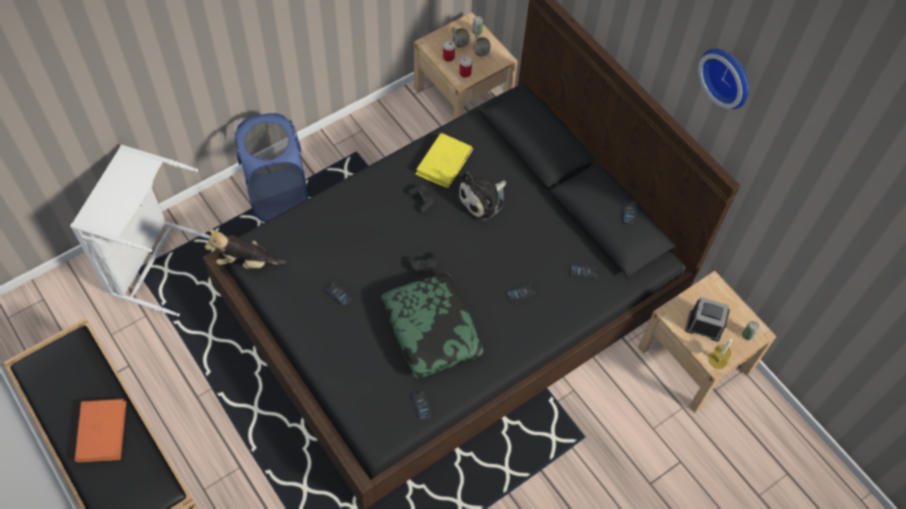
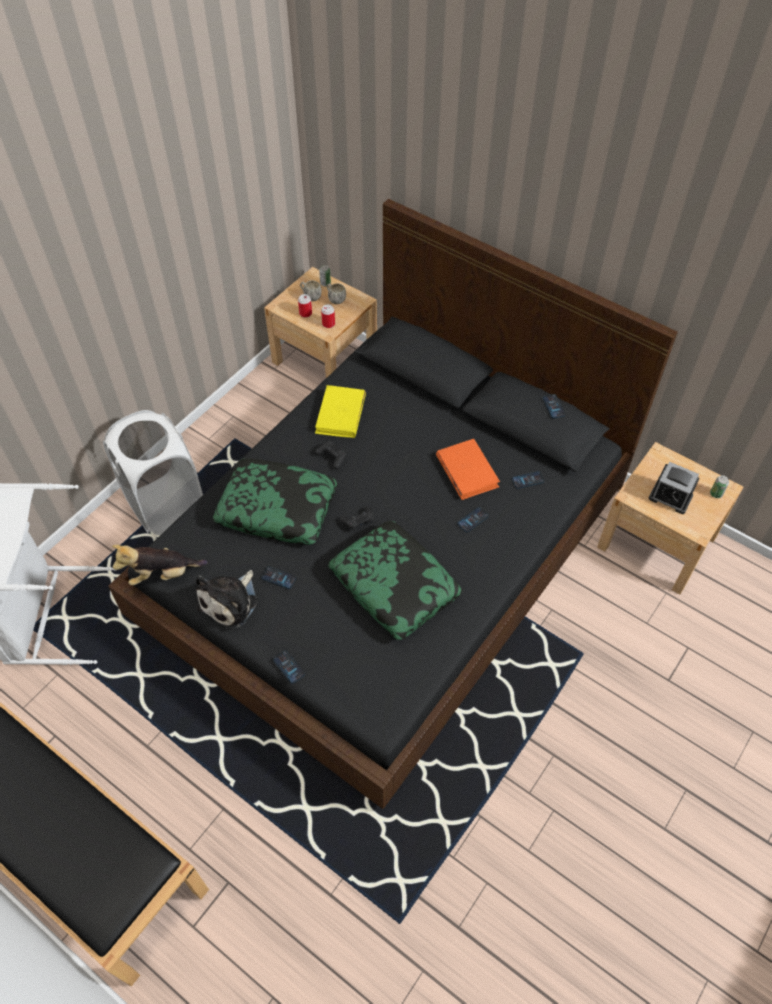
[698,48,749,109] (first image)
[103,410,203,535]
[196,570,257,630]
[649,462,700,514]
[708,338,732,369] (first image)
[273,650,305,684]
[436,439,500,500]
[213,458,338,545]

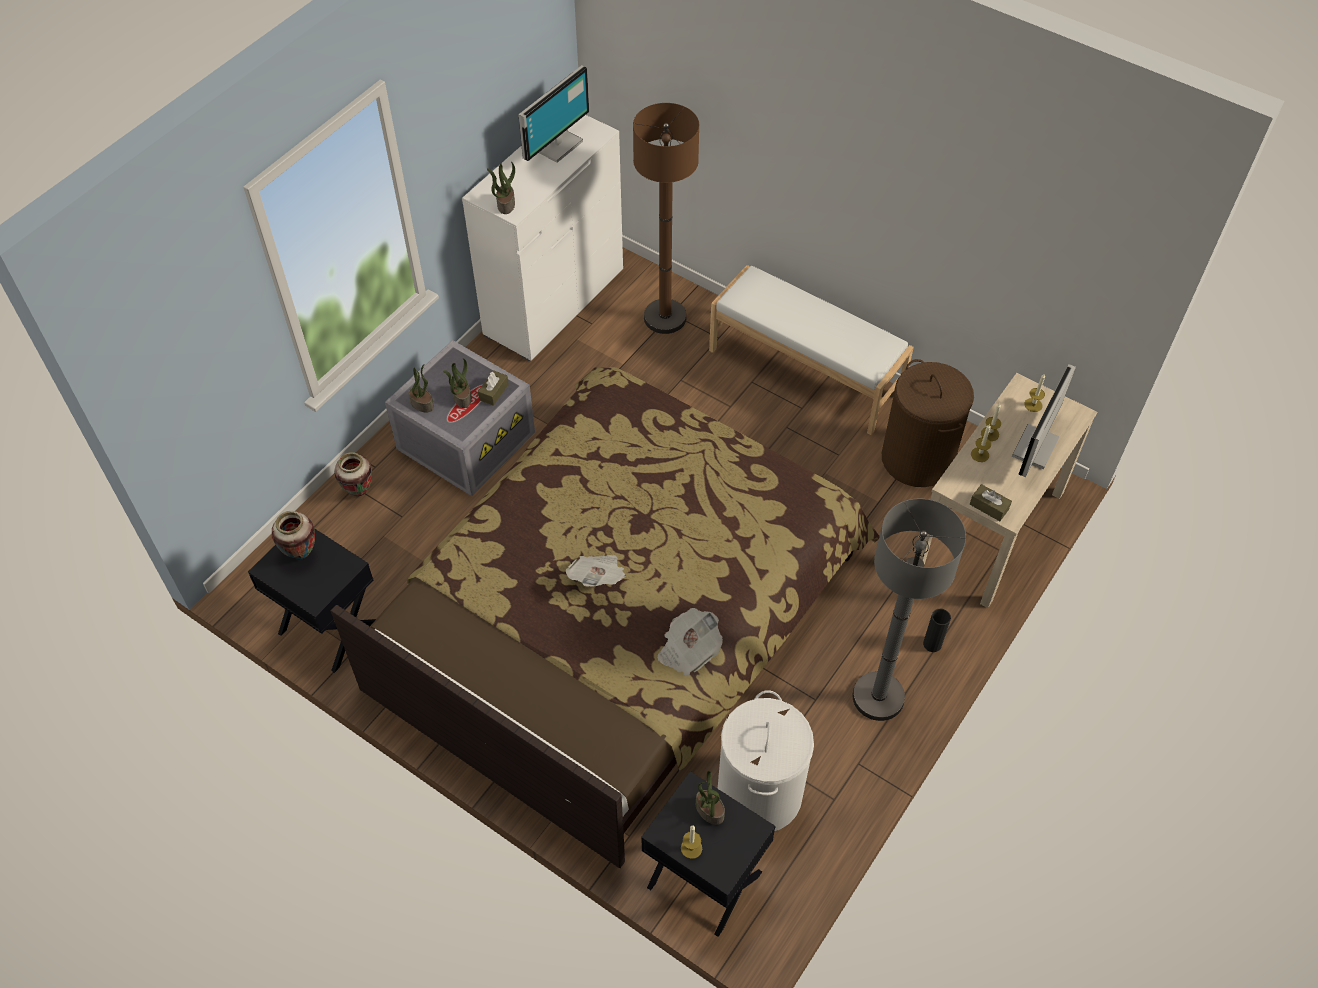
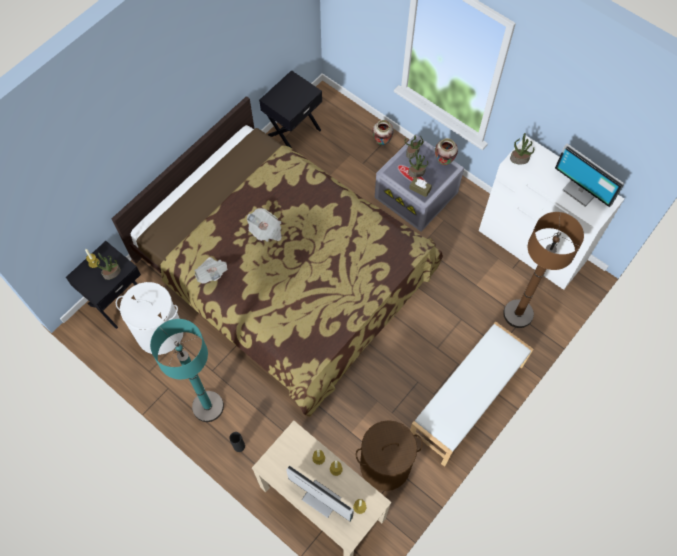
[970,484,1012,521] (first image)
[150,319,224,422]
[435,138,458,165]

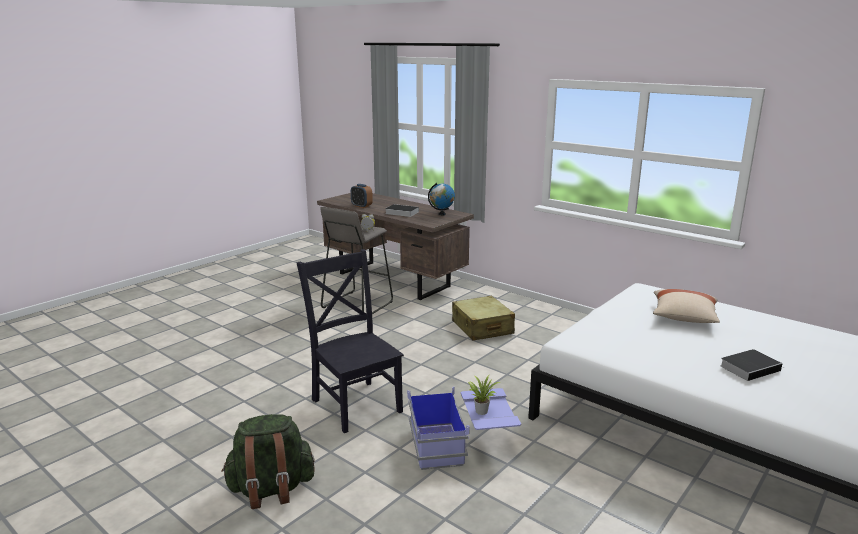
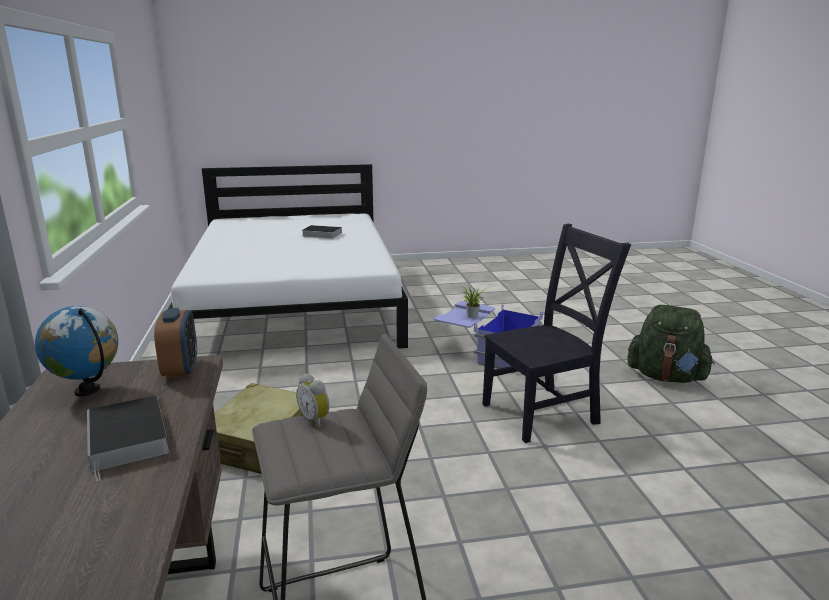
[154,308,197,378]
[482,224,631,443]
[653,289,720,323] (first image)

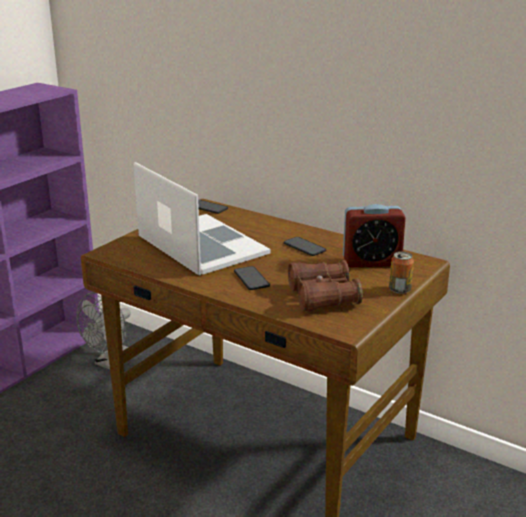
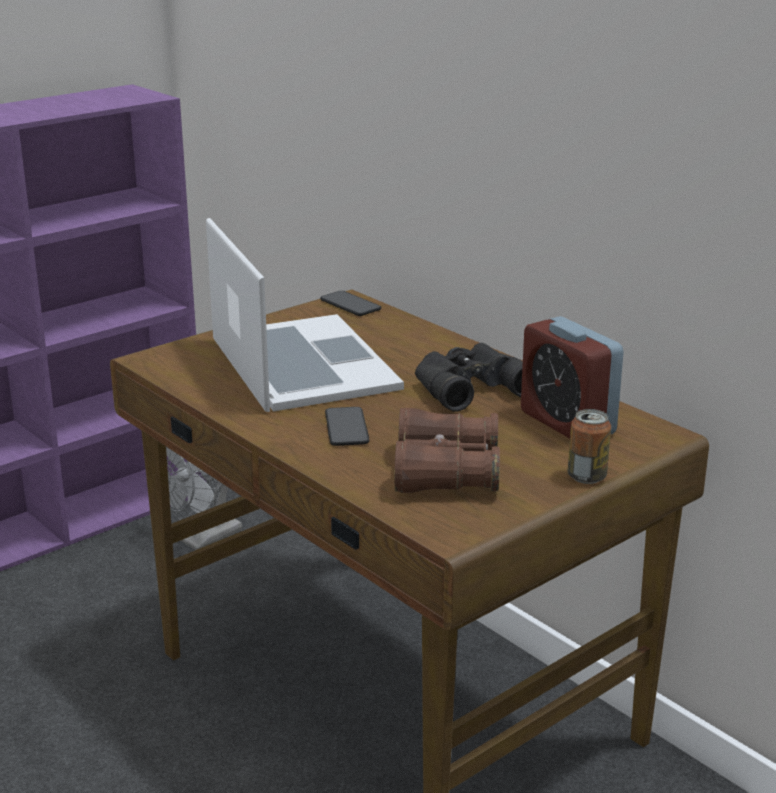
[521,316,624,438]
[415,342,523,412]

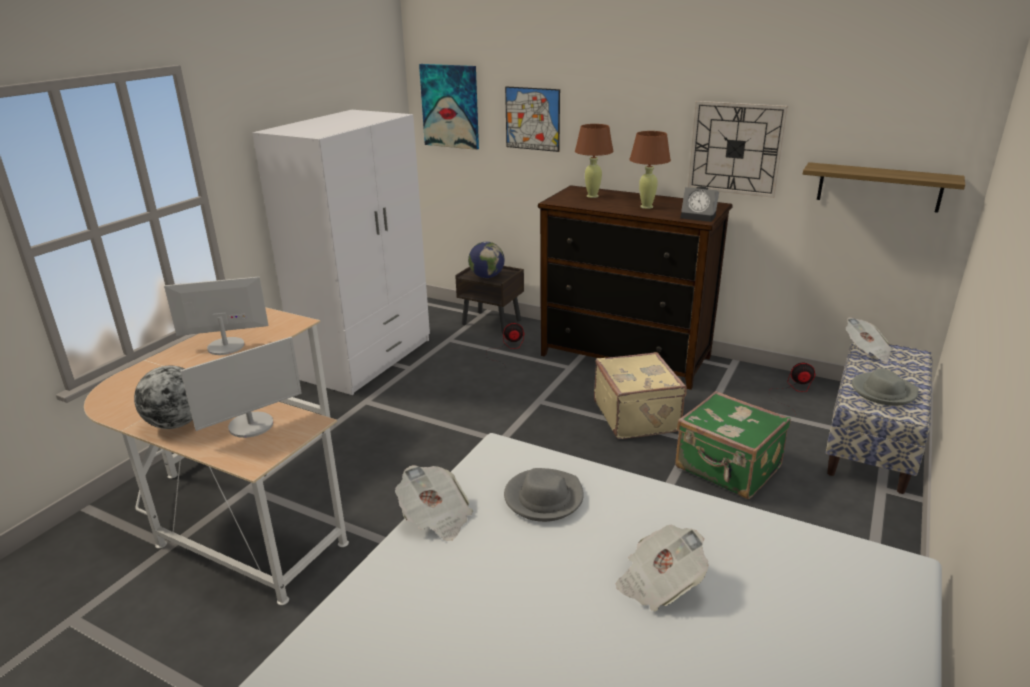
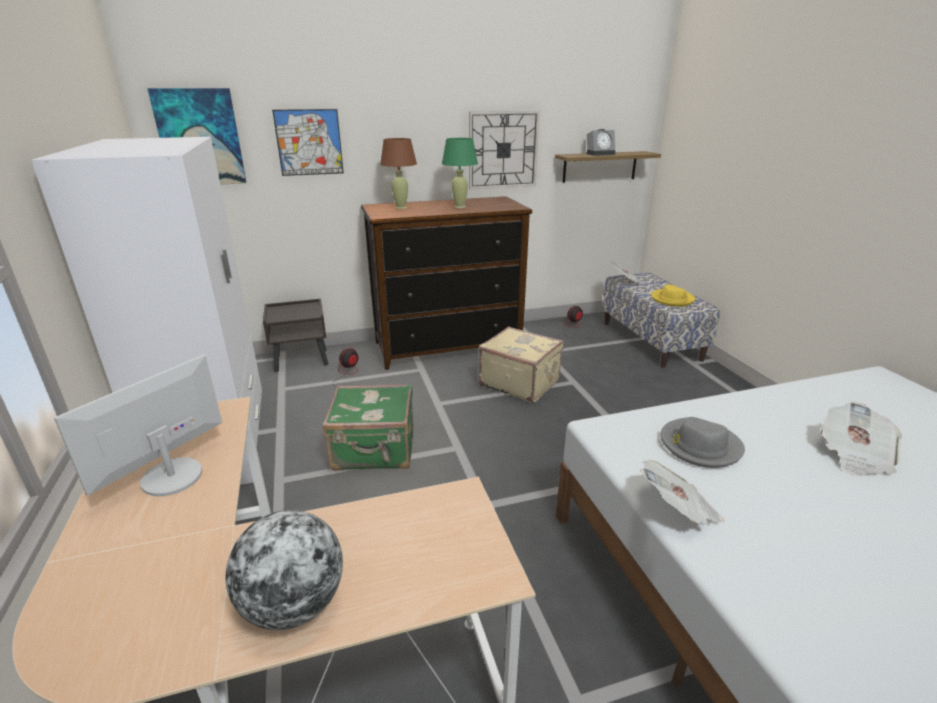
[442,138,478,208]
[586,129,615,156]
[468,242,505,278] (first image)
[180,337,302,438] (first image)
[651,284,695,307]
[323,384,414,470]

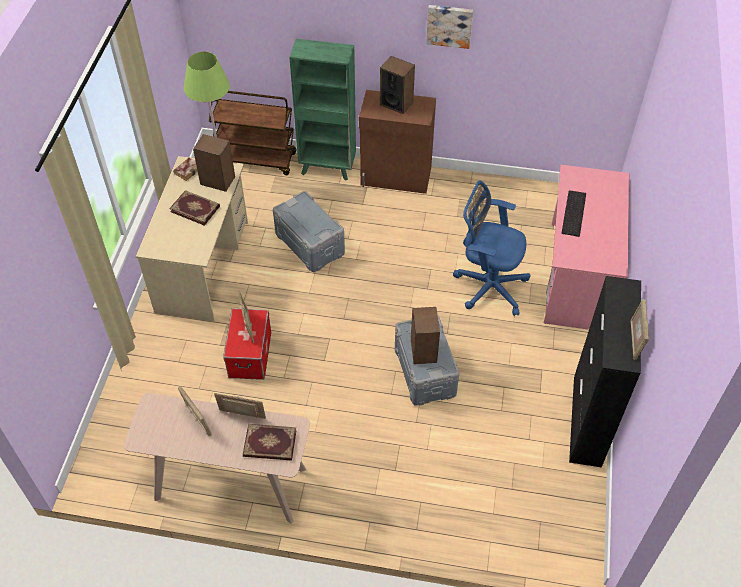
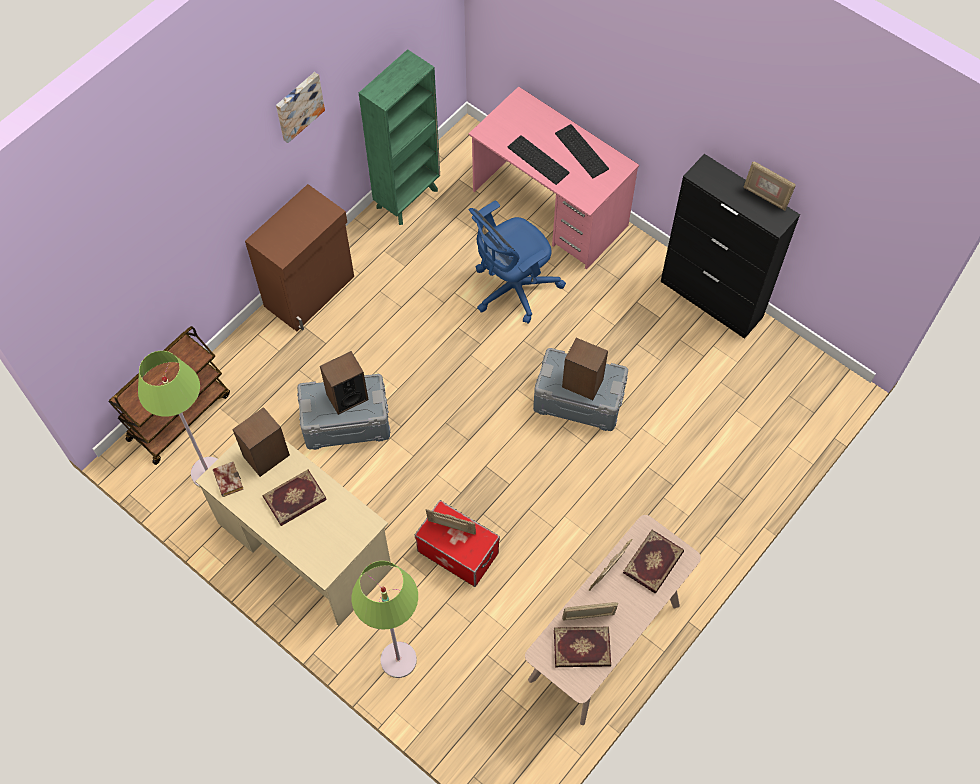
[359,49,440,225]
[320,351,369,415]
[555,124,609,178]
[352,561,418,678]
[554,627,611,667]

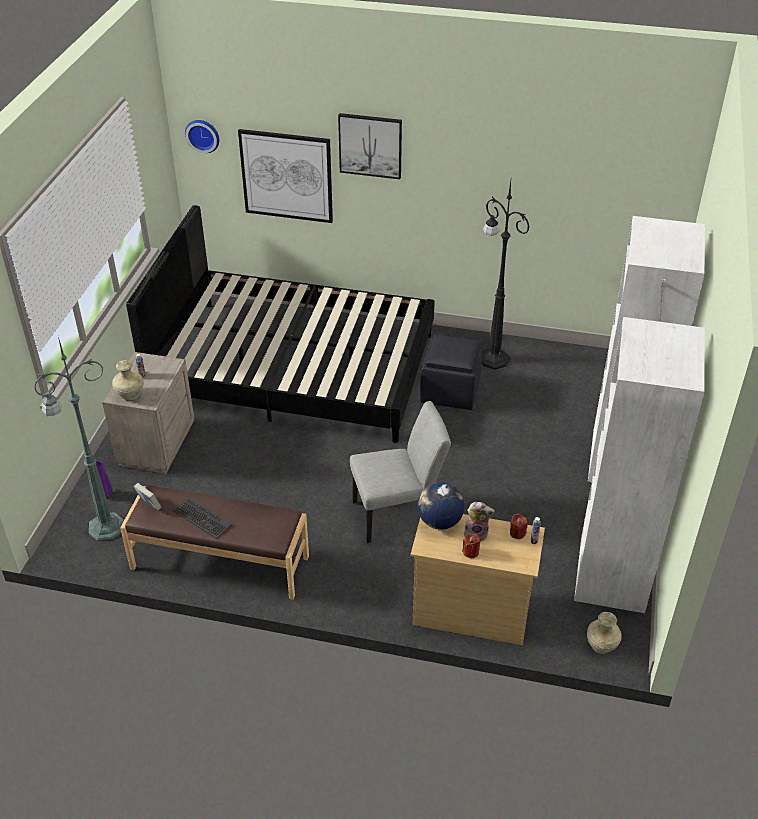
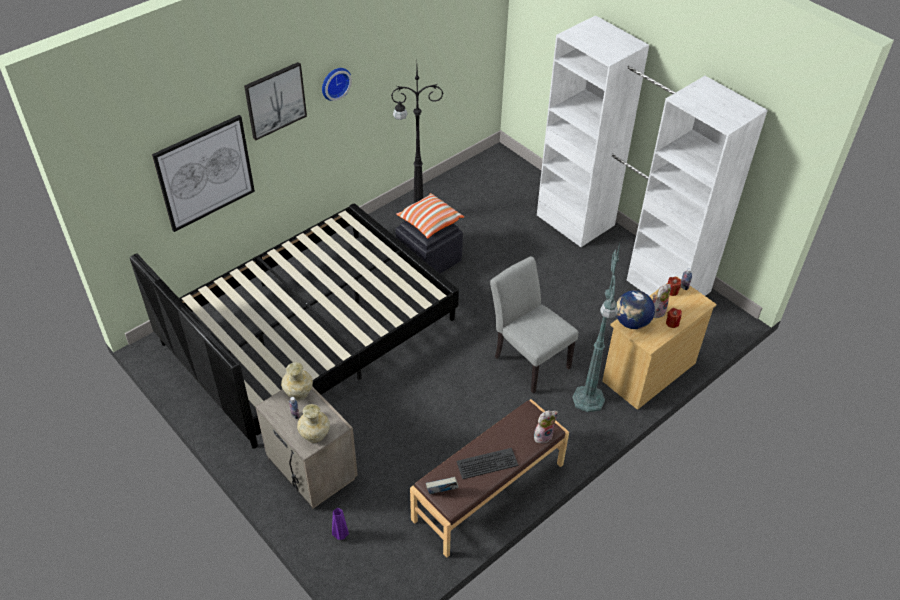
[322,68,352,101]
[572,243,620,412]
[490,256,579,393]
[281,362,313,400]
[396,193,464,239]
[534,410,558,443]

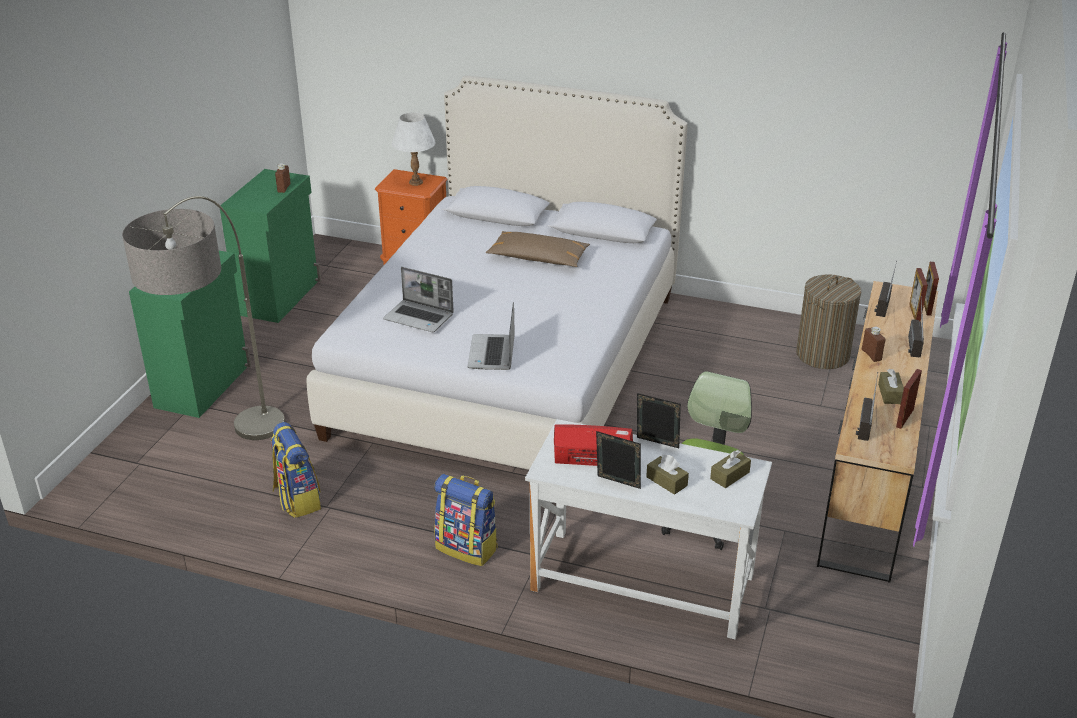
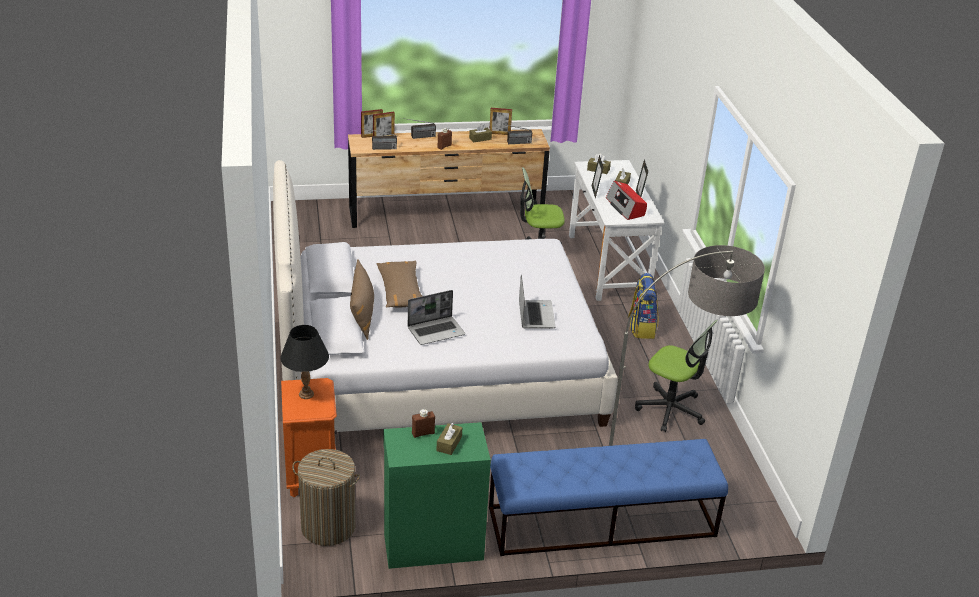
[280,325,329,399]
[489,439,728,556]
[292,449,360,546]
[408,290,465,345]
[635,320,718,432]
[350,259,374,340]
[436,423,462,455]

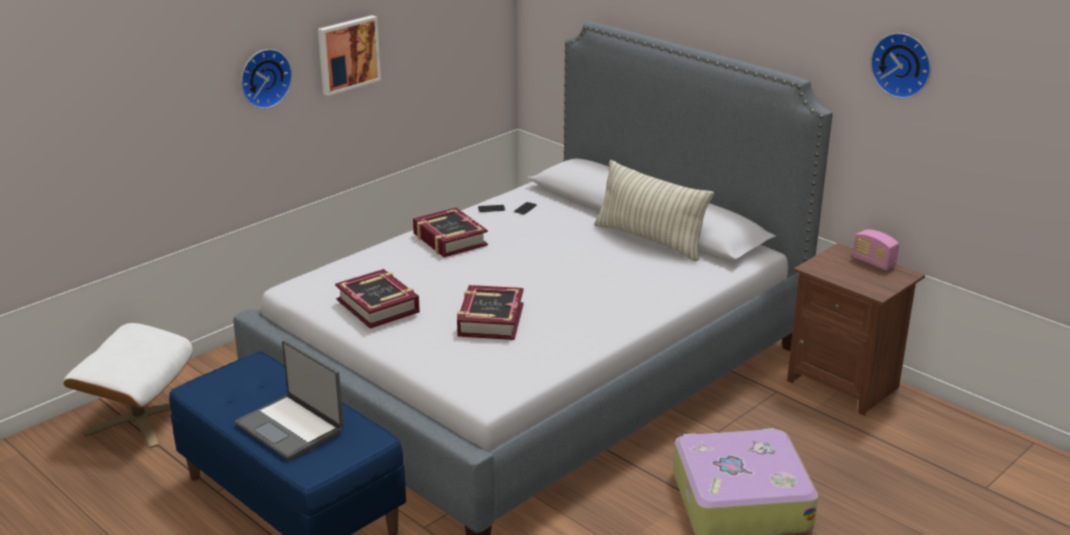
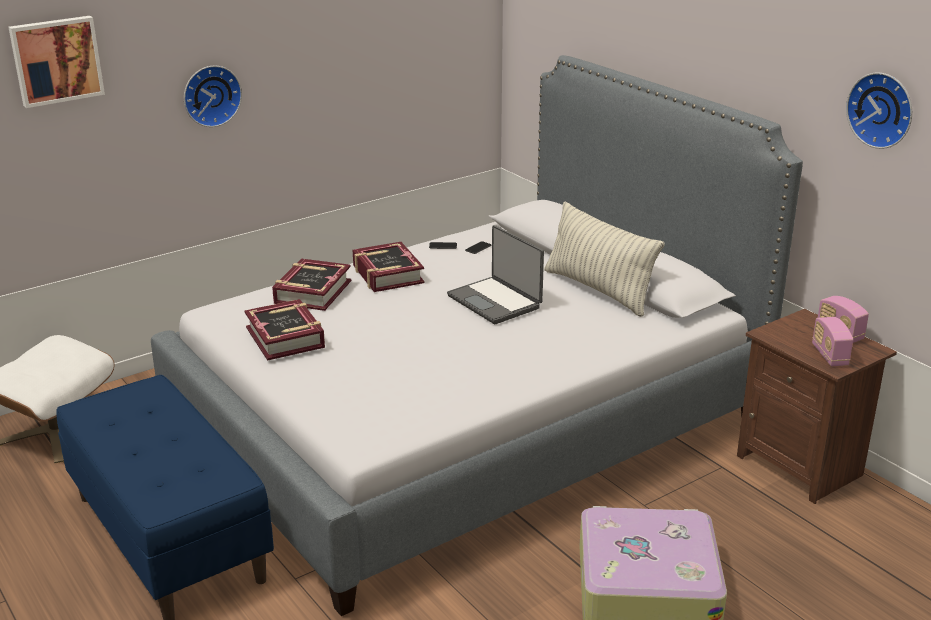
[8,16,105,108]
[272,259,351,311]
[447,225,544,324]
[812,317,853,366]

